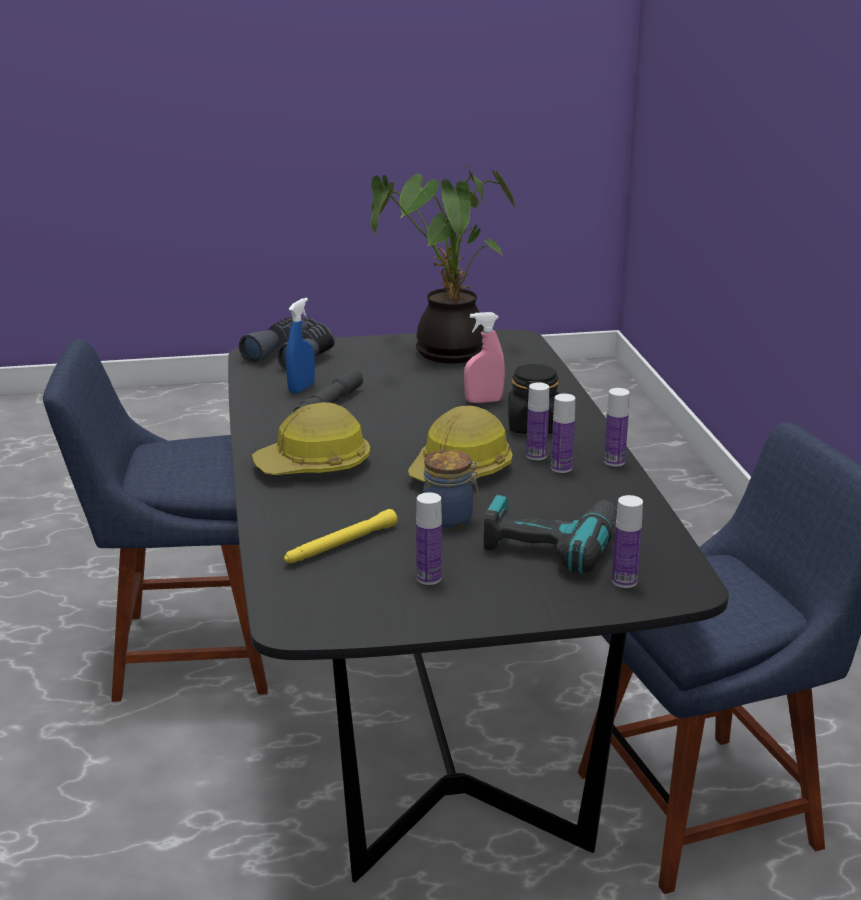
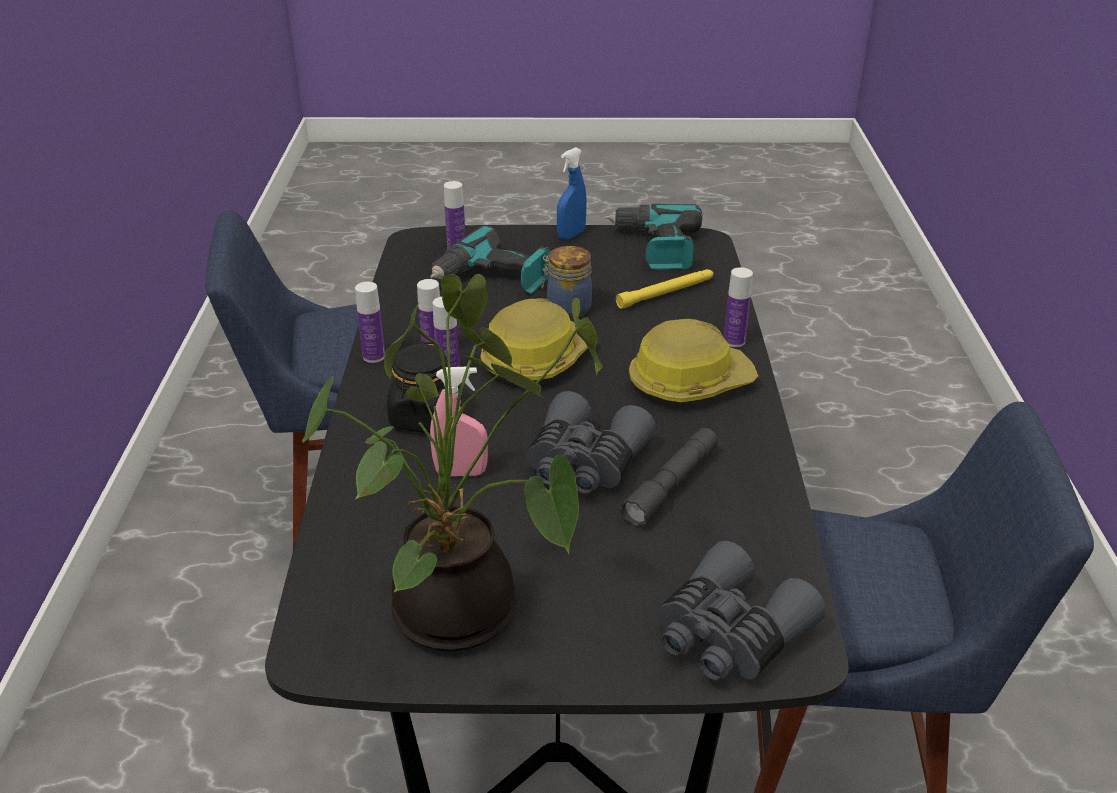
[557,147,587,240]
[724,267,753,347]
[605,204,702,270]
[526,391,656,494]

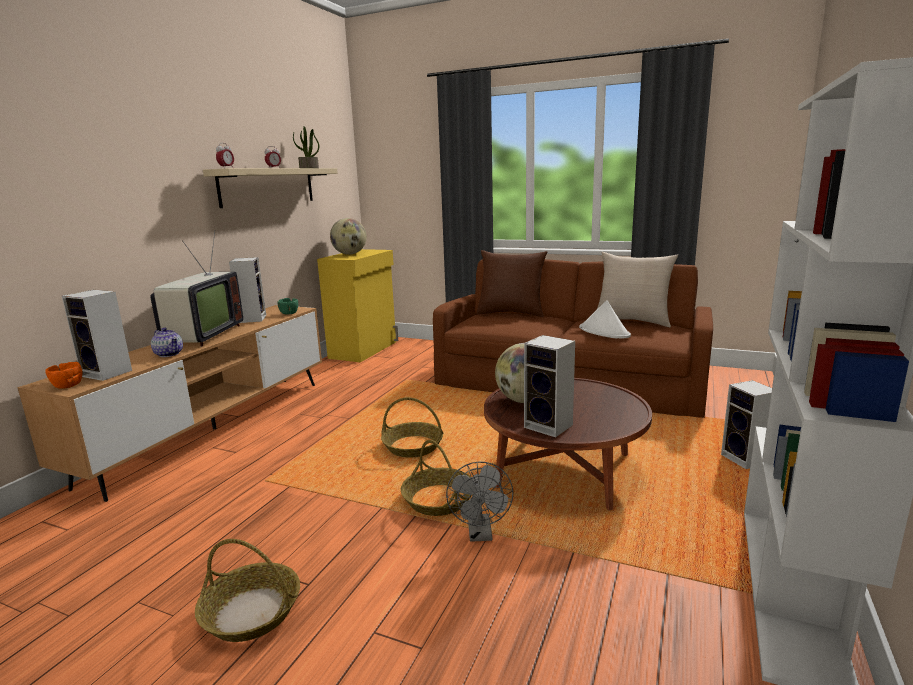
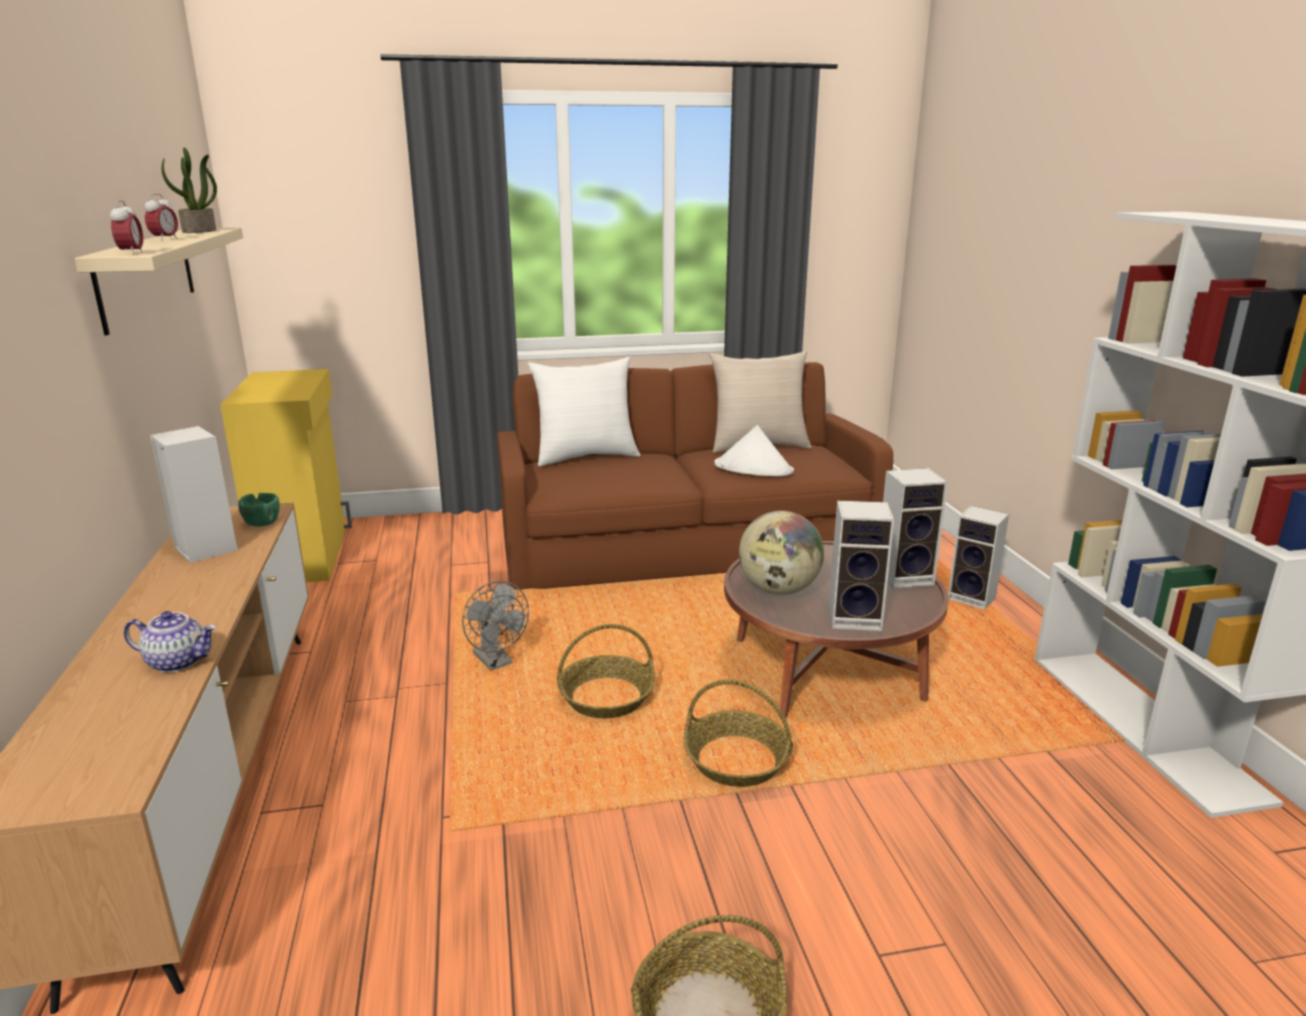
[330,218,367,255] (first image)
[151,230,243,347] (first image)
[527,357,641,466]
[883,468,948,589]
[45,362,82,389] (first image)
[462,581,529,670]

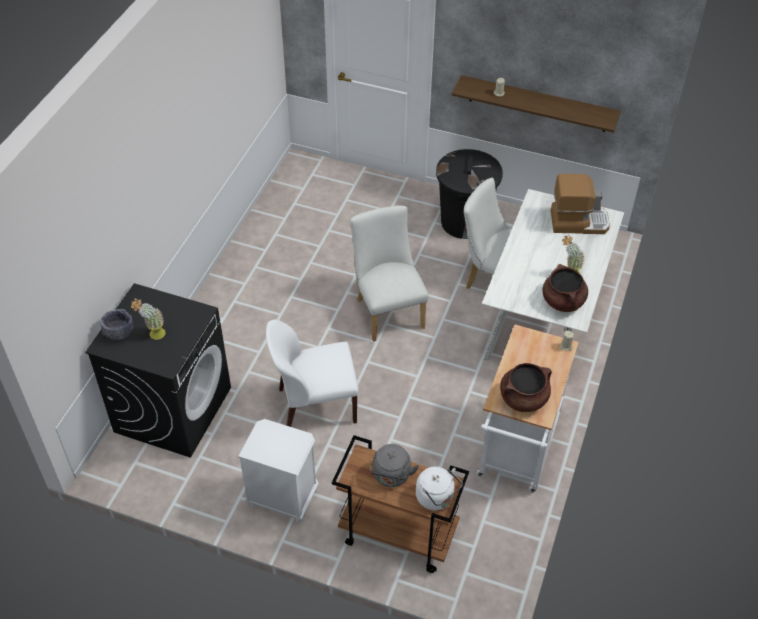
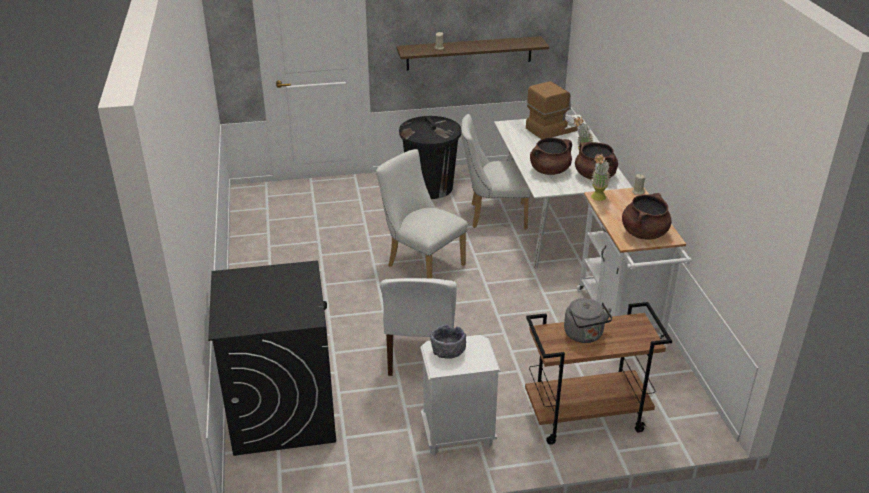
[591,153,611,201]
[430,325,466,359]
[380,278,457,376]
[416,467,463,511] (first image)
[530,137,572,175]

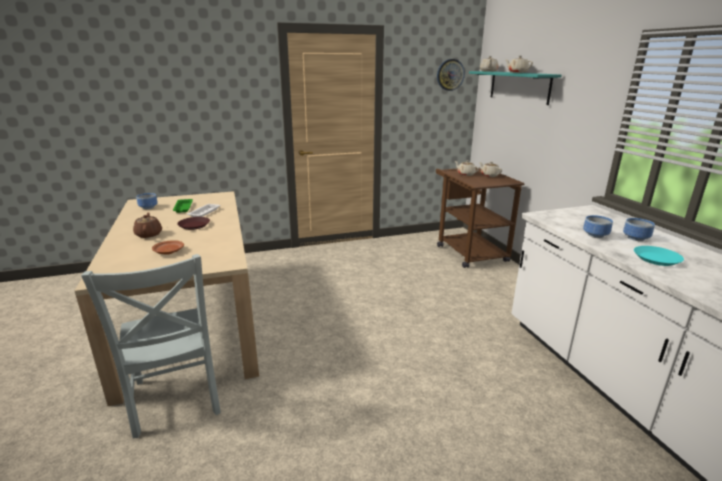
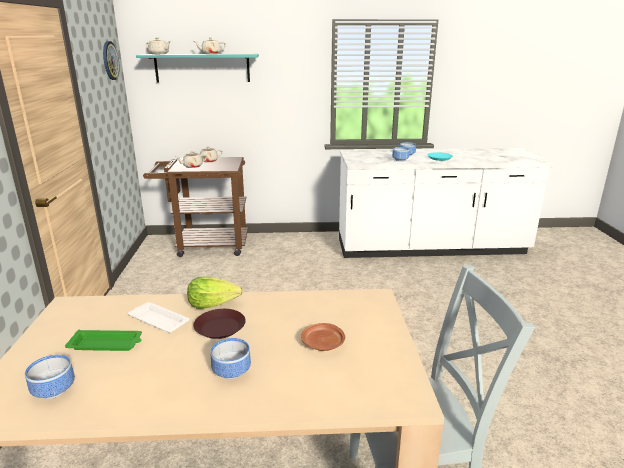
[210,338,251,379]
[187,277,243,309]

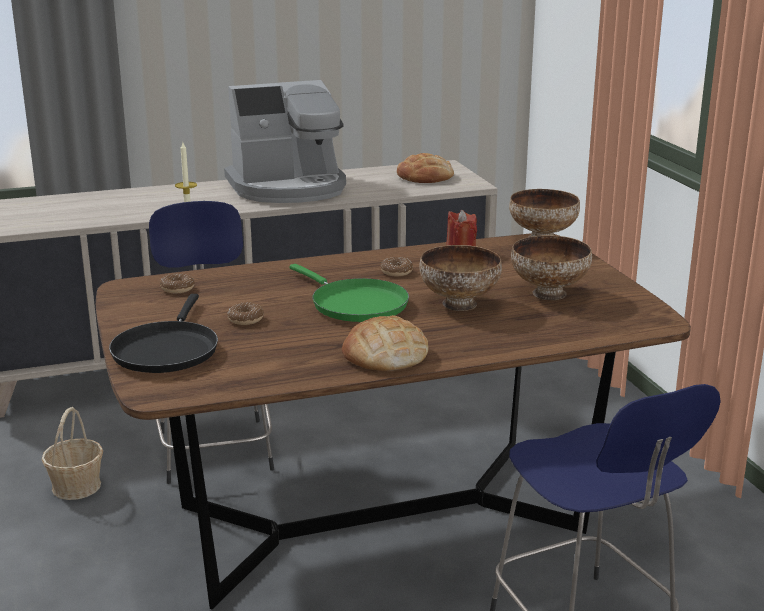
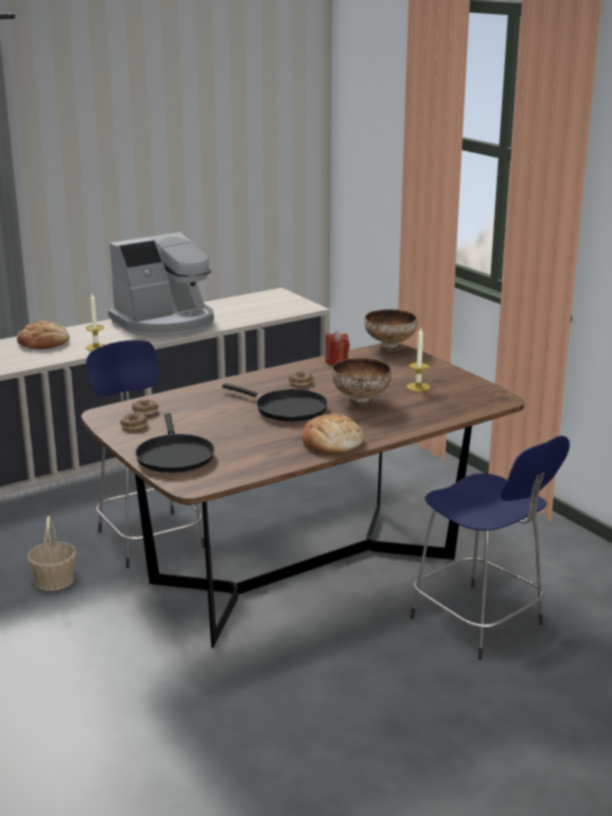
[17,321,69,349]
[406,328,430,392]
[222,383,328,422]
[120,413,148,430]

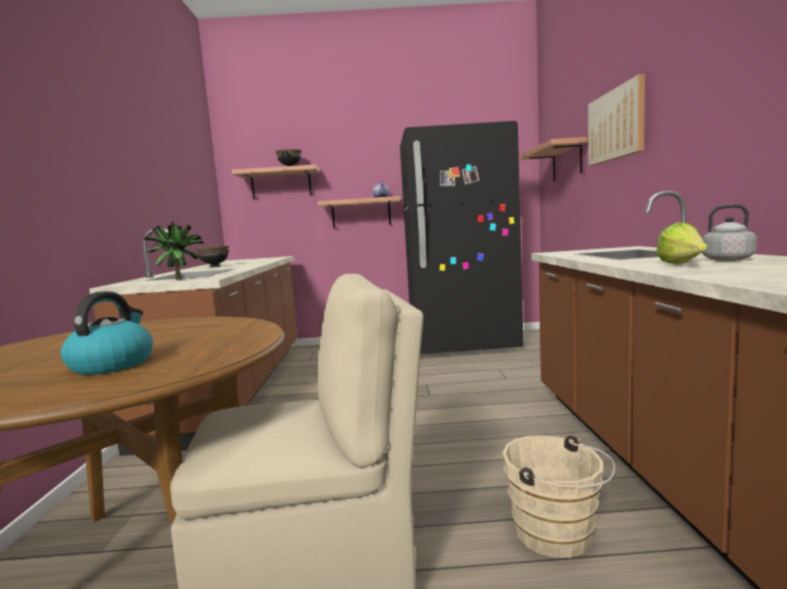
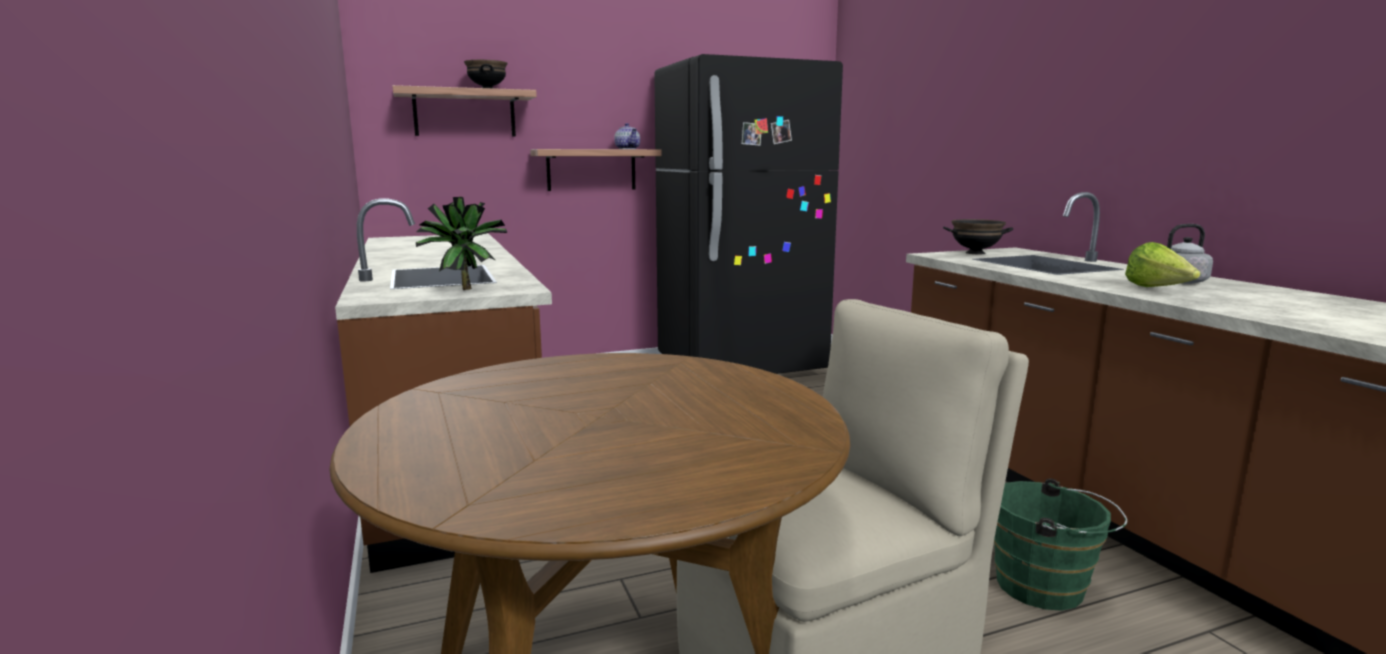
[588,74,645,166] (first image)
[520,137,588,181] (first image)
[943,219,1013,254]
[61,291,153,375] (first image)
[994,478,1127,611]

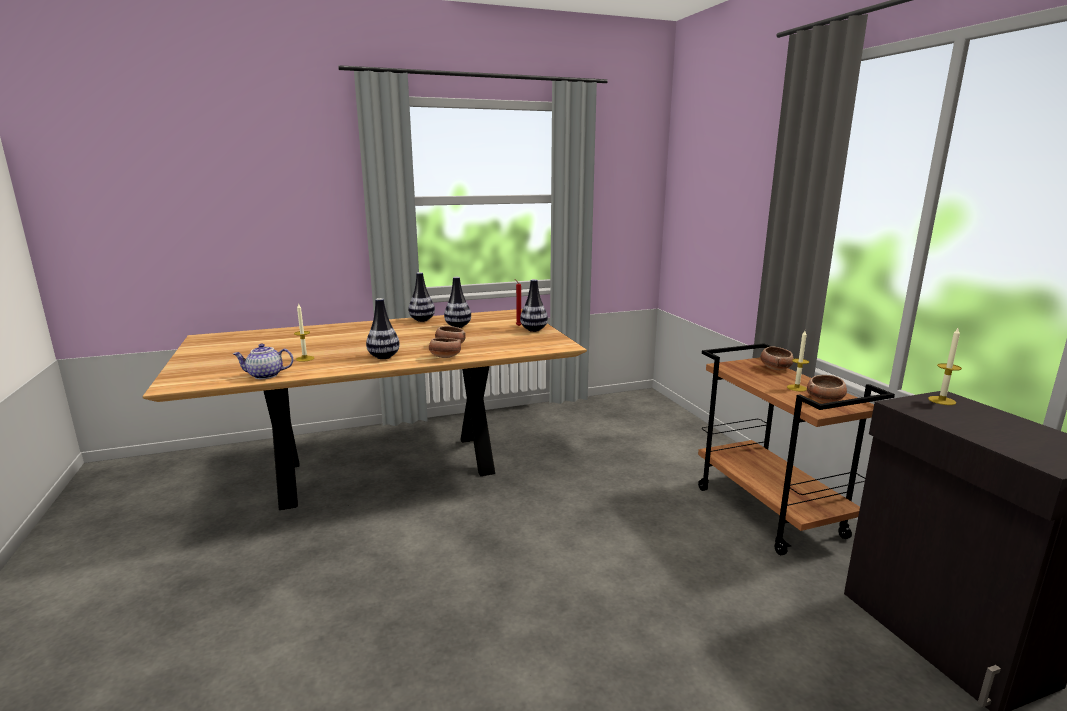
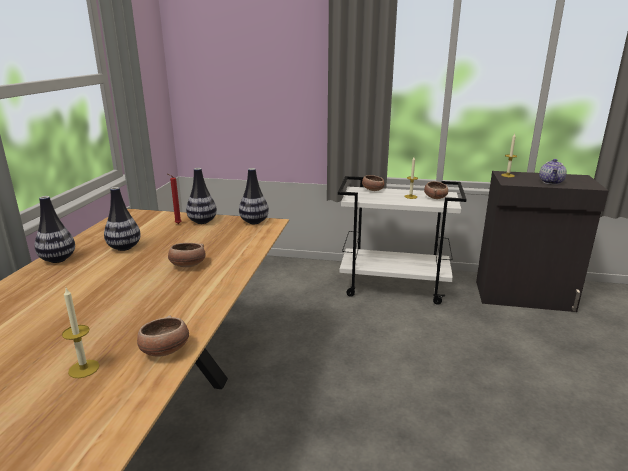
[239,168,269,224]
[137,315,189,356]
[338,176,466,305]
[539,159,567,185]

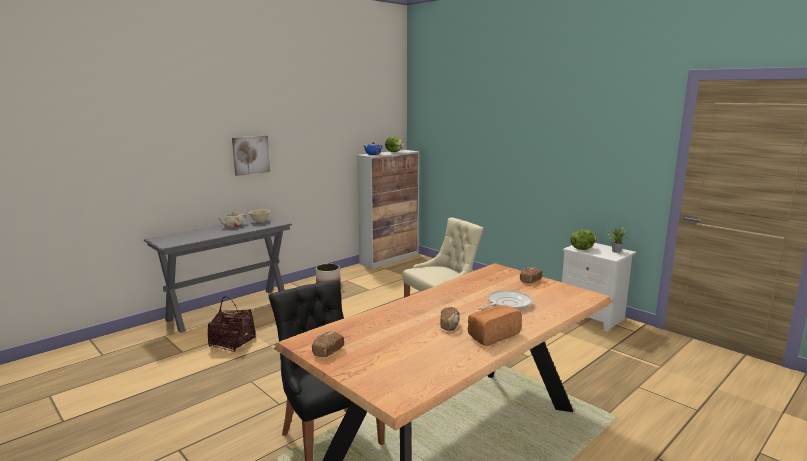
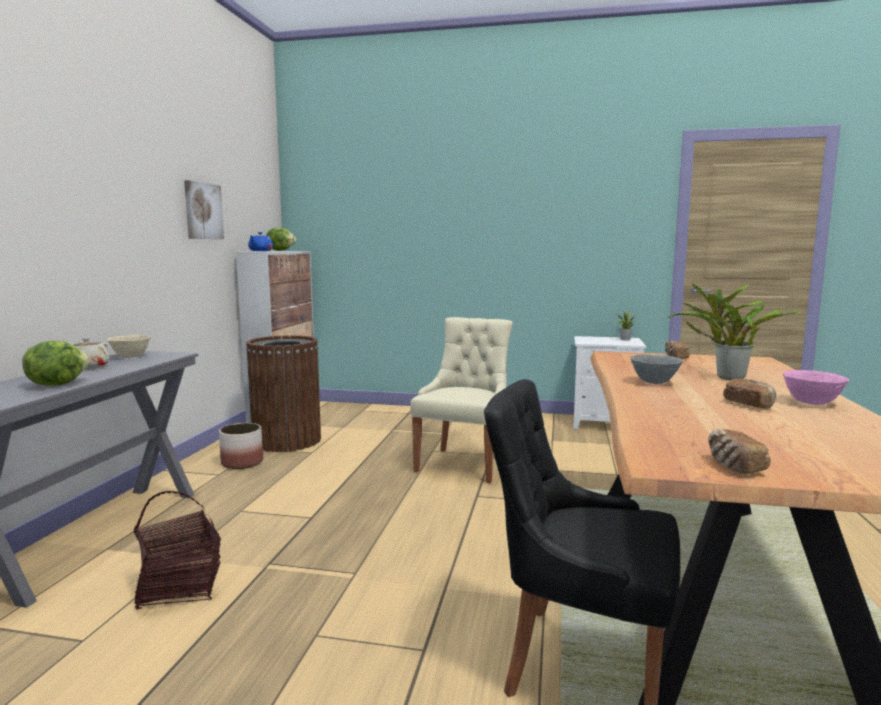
[184,180,224,239]
[22,341,90,386]
[667,281,801,380]
[783,370,849,405]
[246,335,321,452]
[630,354,683,384]

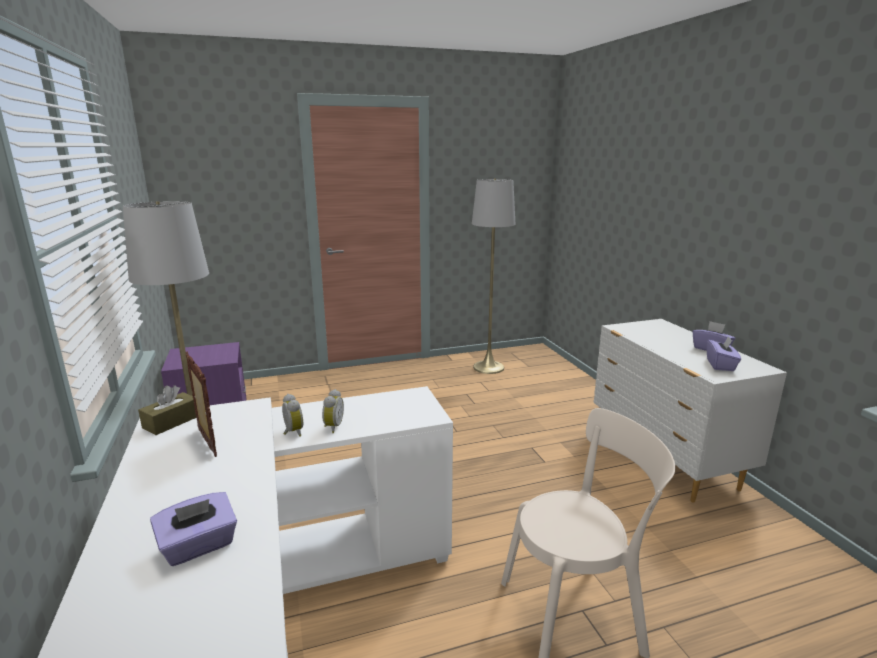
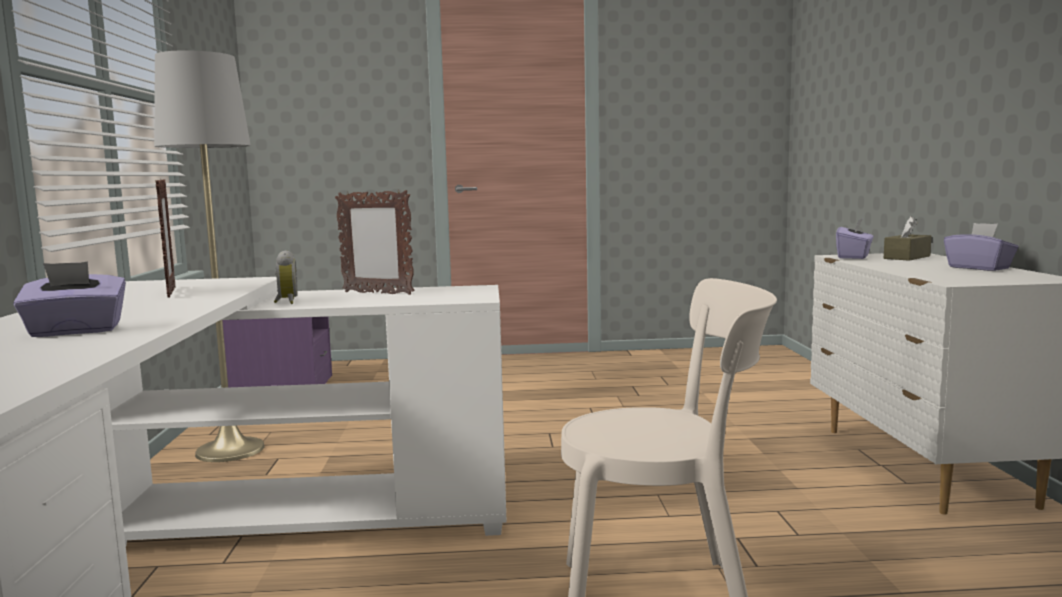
[472,178,516,374] (first image)
[836,218,874,259]
[884,216,931,261]
[322,389,344,433] (first image)
[335,190,414,295]

